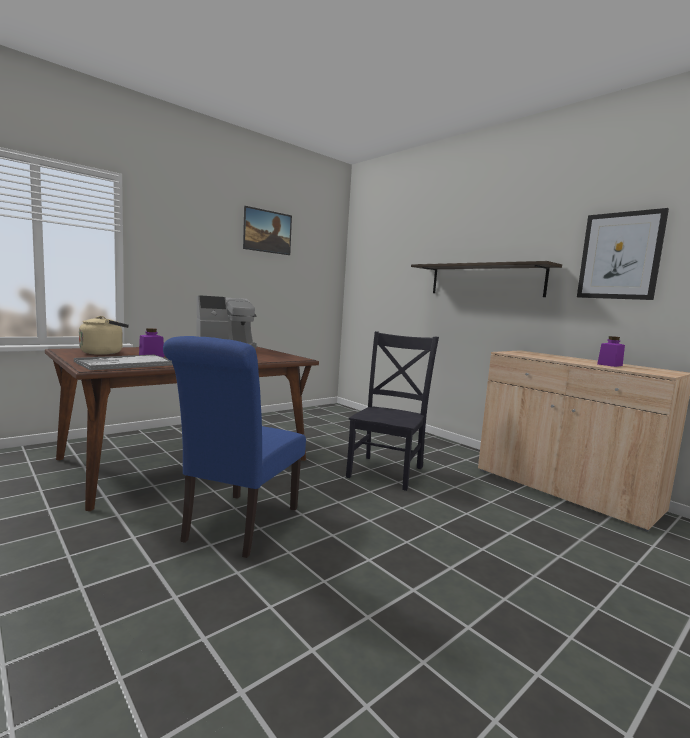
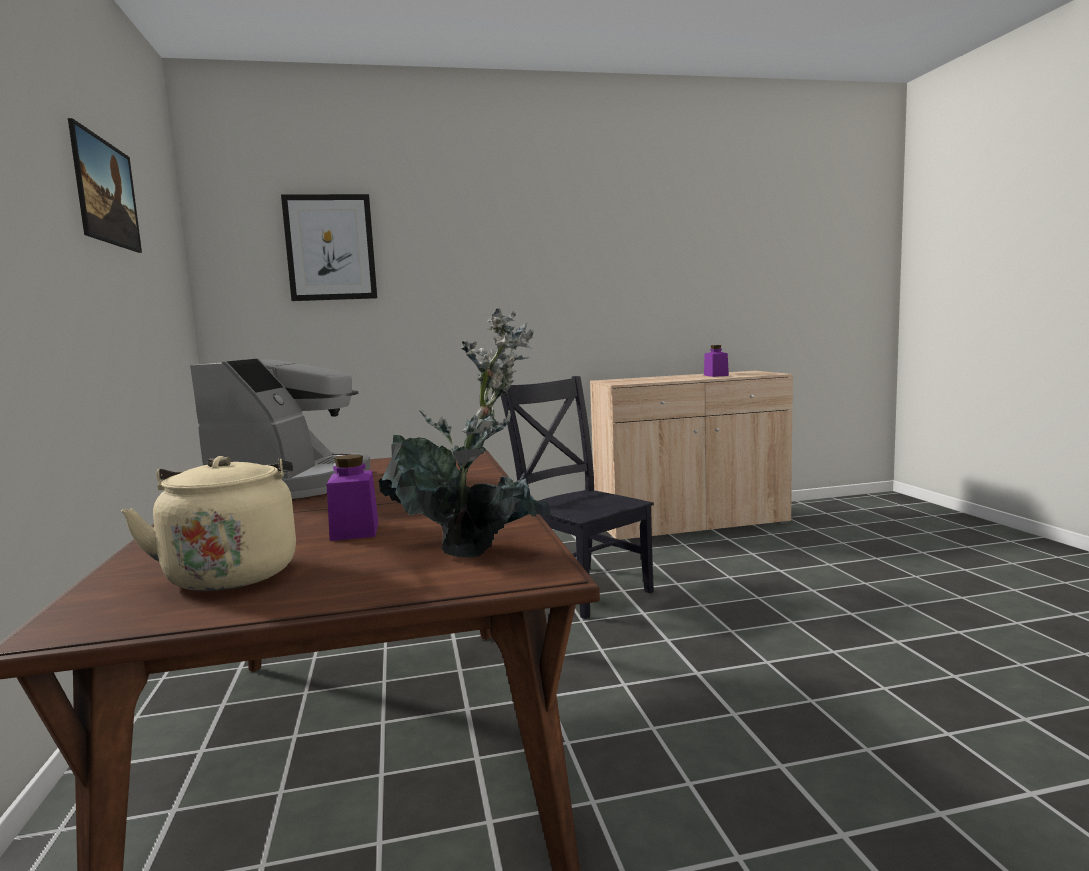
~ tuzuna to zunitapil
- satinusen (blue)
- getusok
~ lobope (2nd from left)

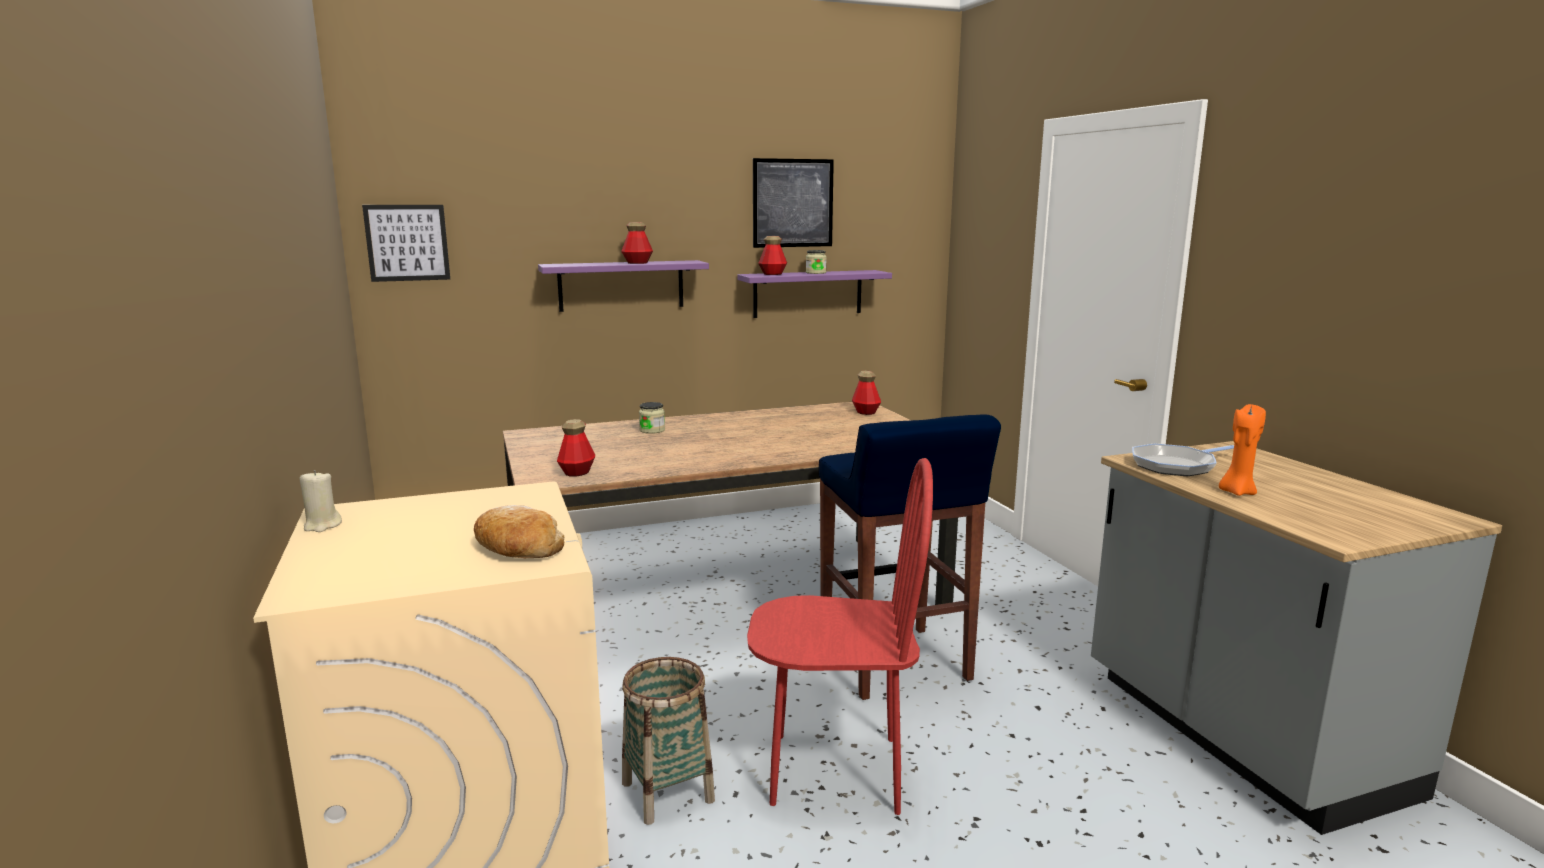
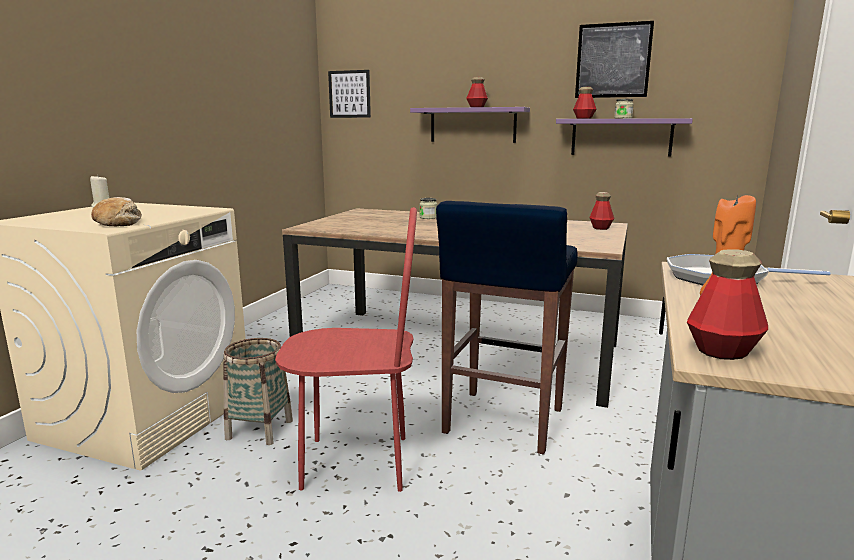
~ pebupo (1st from left in the first image) to pebupo (4th from left)
~ satinusen (red) 45 degrees counterclockwise

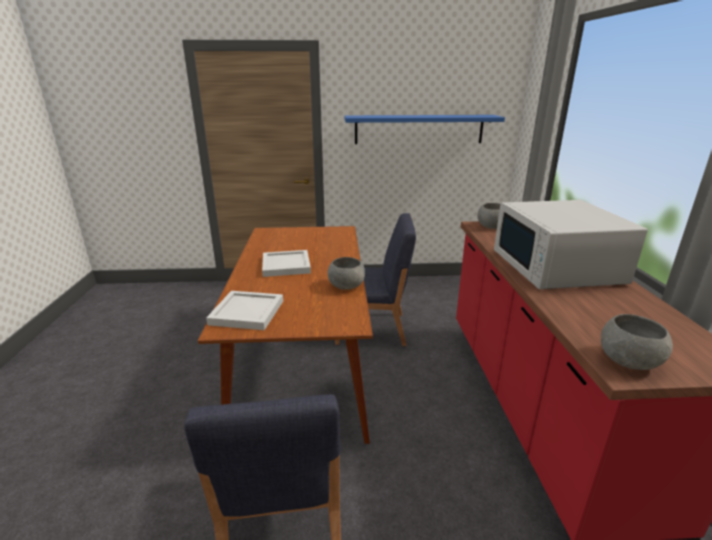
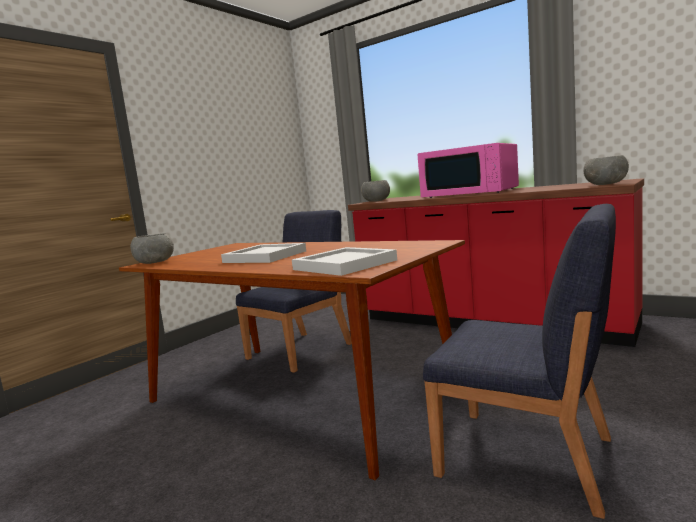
~ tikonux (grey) (1st from left)
- getusok (blue)
~ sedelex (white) to sedelex (pink)

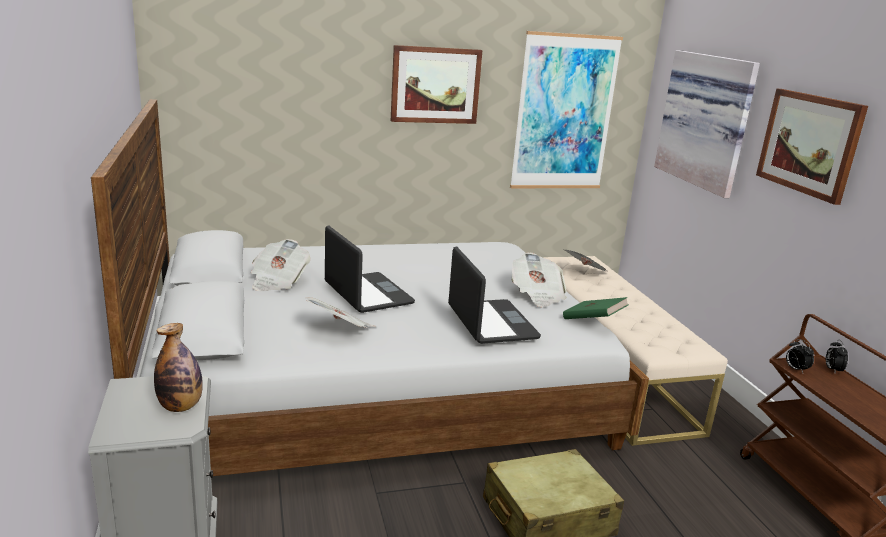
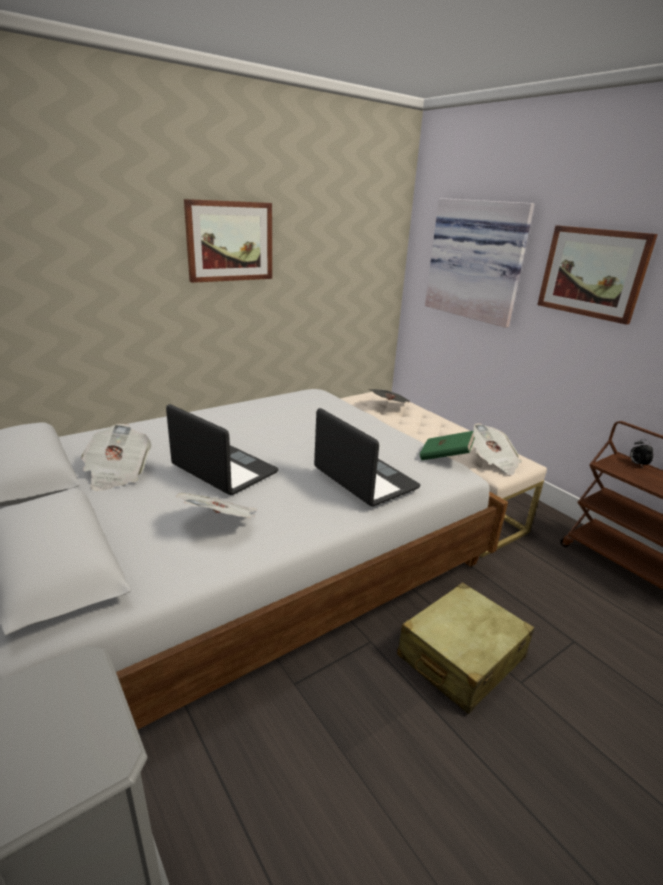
- pebupo
- lobope (2nd from left)
~ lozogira (3rd from left in the first image) to lozogira (4th from left)
- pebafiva (1st from left)

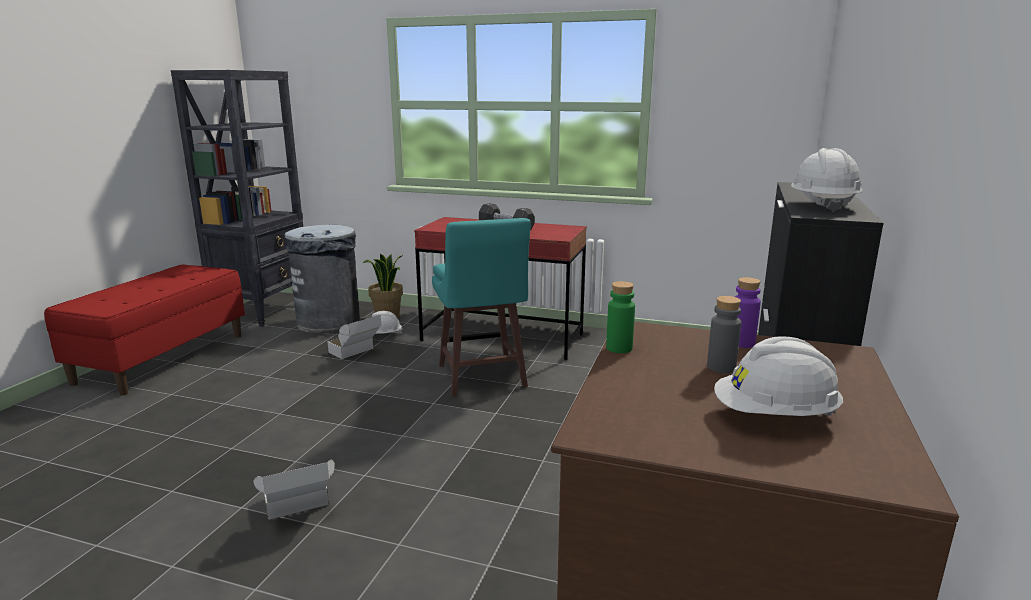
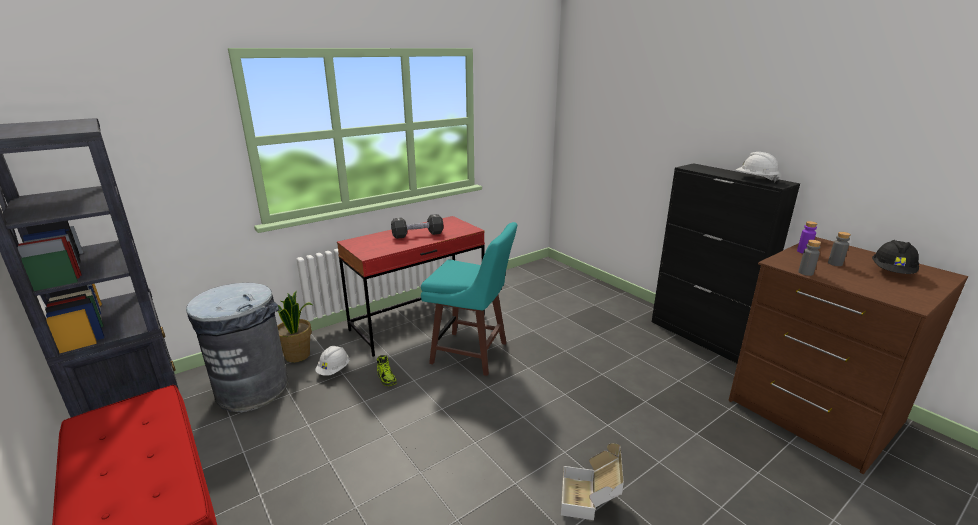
- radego (2nd from left)
~ pebupo (green) to pebupo (grey) (1st from left)
~ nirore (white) (2nd from left) to nirore (black)
+ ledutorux

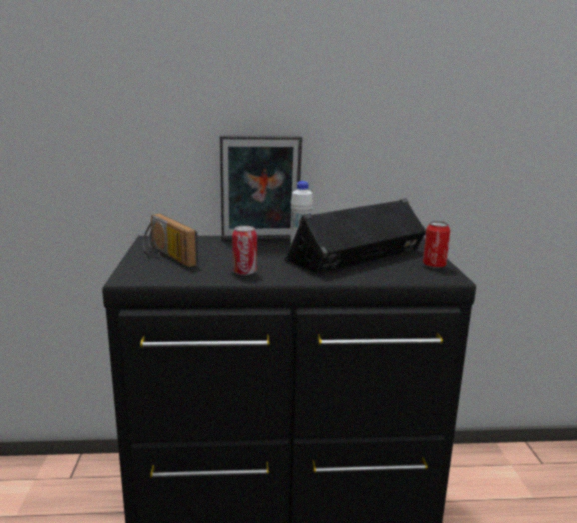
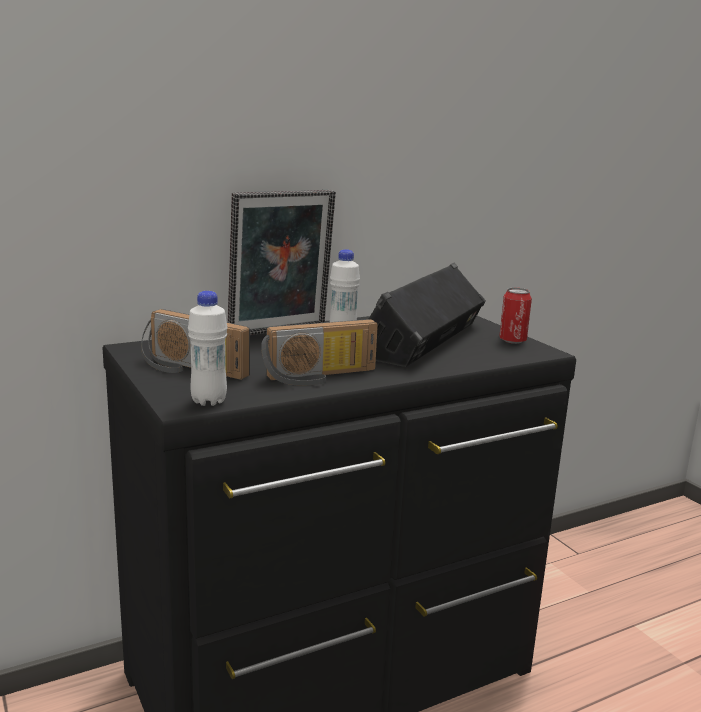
~ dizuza (1st from left) to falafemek (2nd from left)
+ pebupo (white) (1st from left)

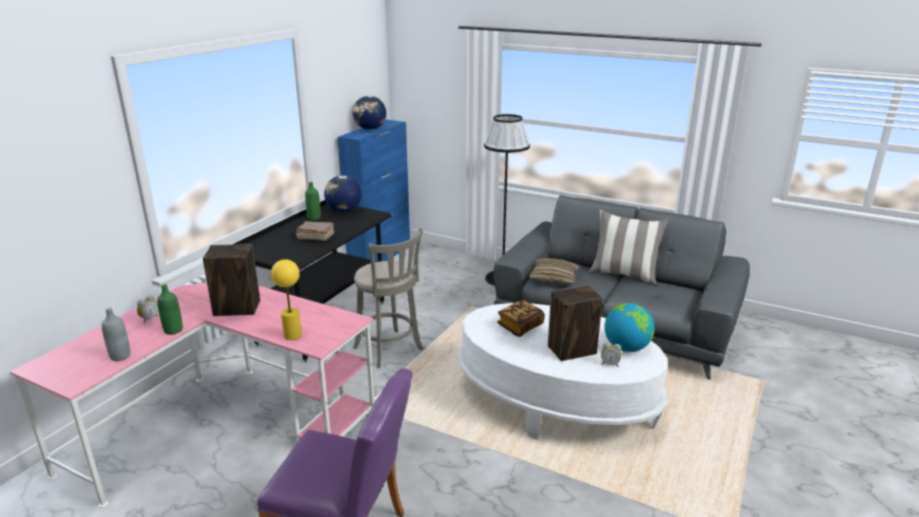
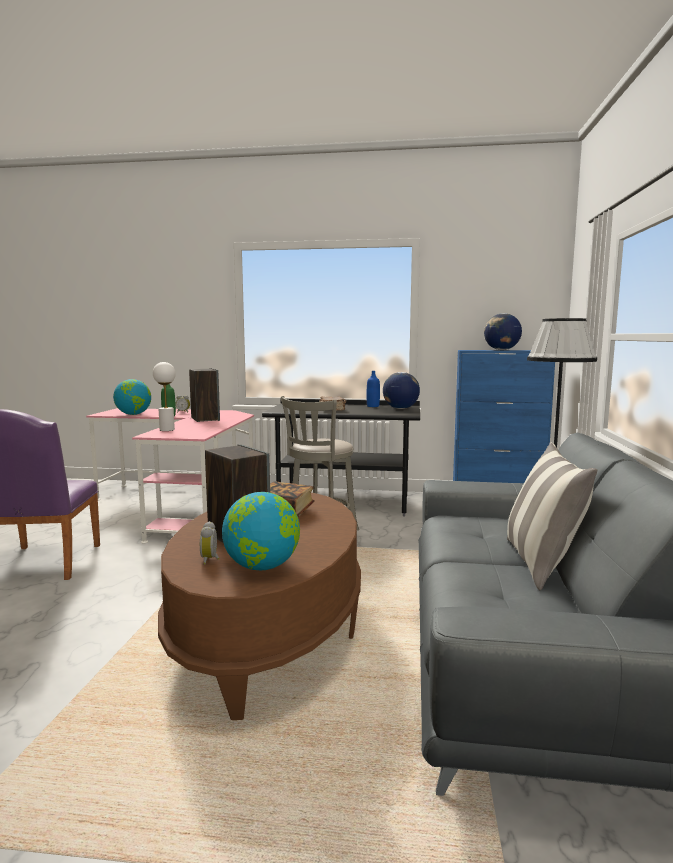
~ pebupo (grey) to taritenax (1st from left)
~ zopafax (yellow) to zopafax (white)
~ pebupo (green) (2nd from left) to pebupo (blue)
~ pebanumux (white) to pebanumux (brown)
- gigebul (1st from left)

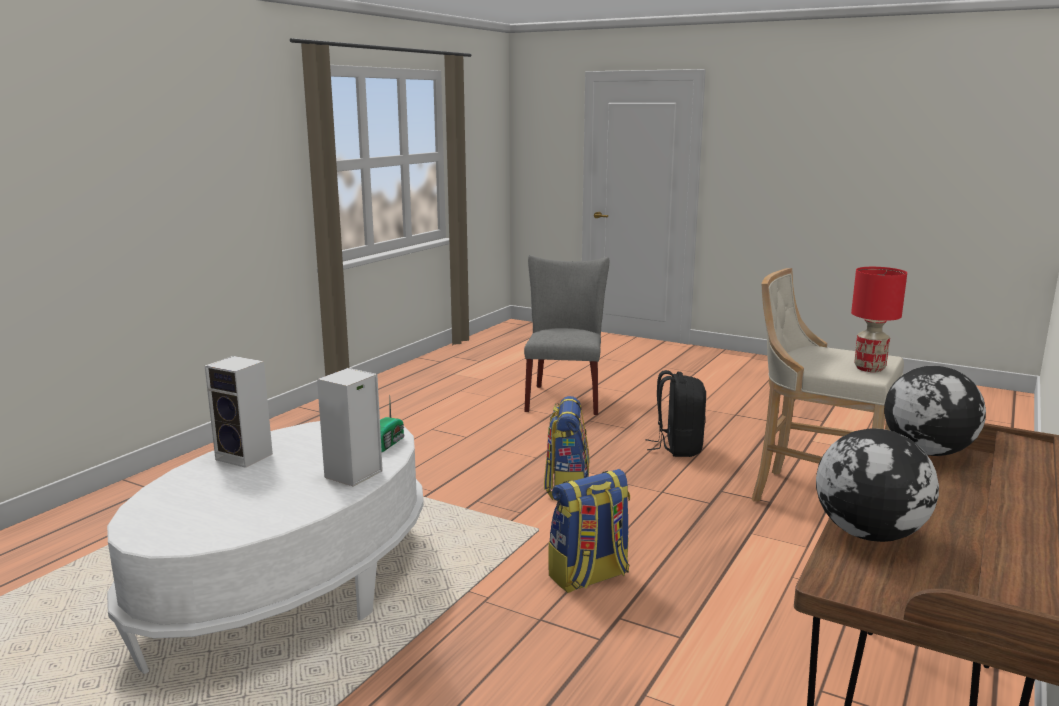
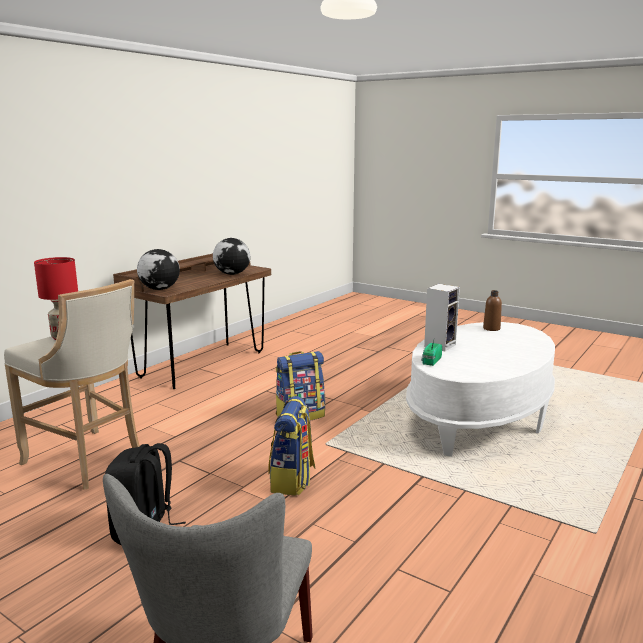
- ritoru (1st from left)
+ pebupo (brown)

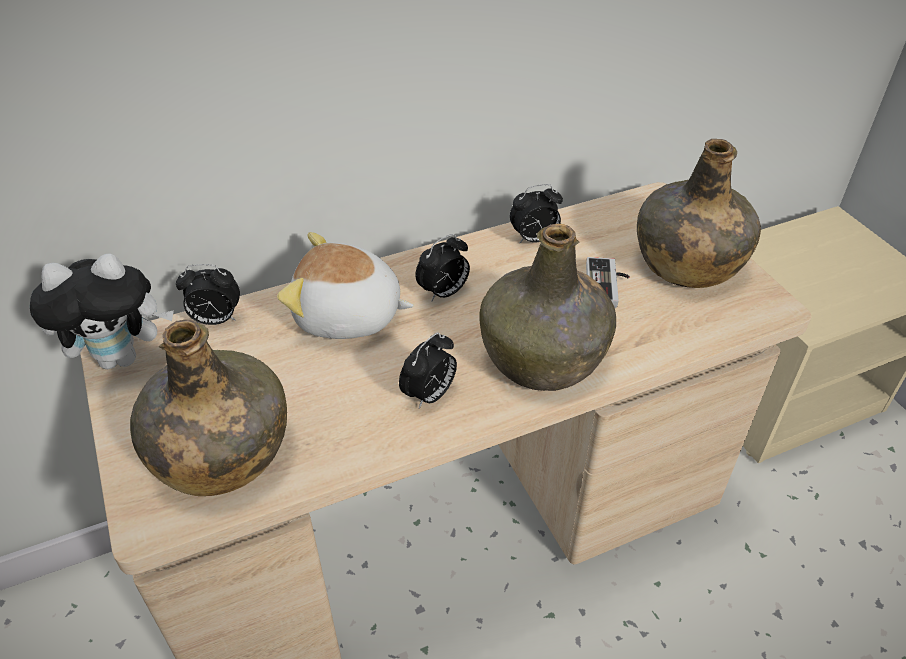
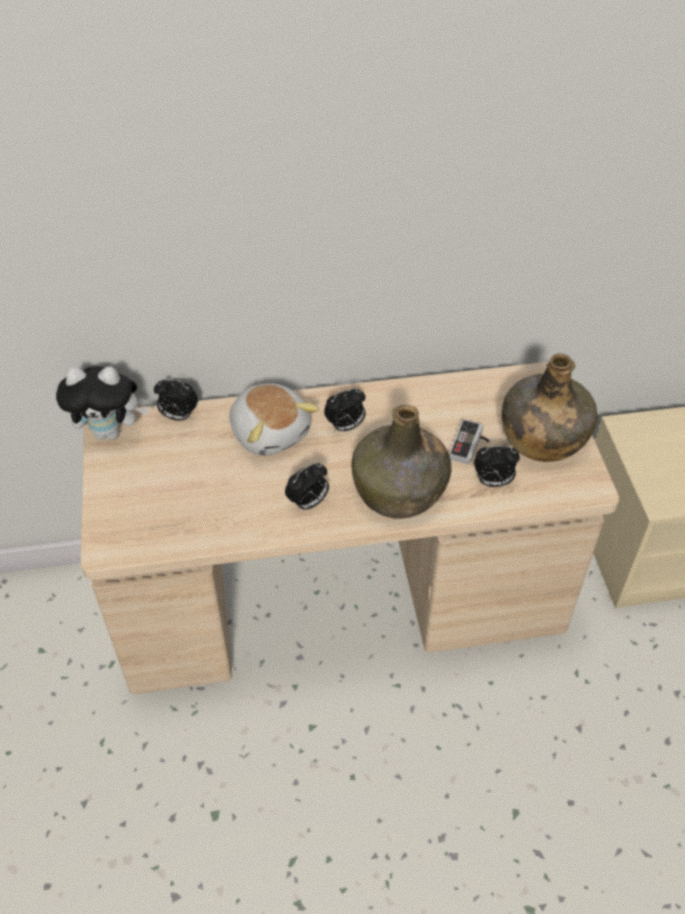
- pebupo (green) (1st from left)
~ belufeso (2nd from left) 150 degrees counterclockwise
~ pebafiva (4th from left)

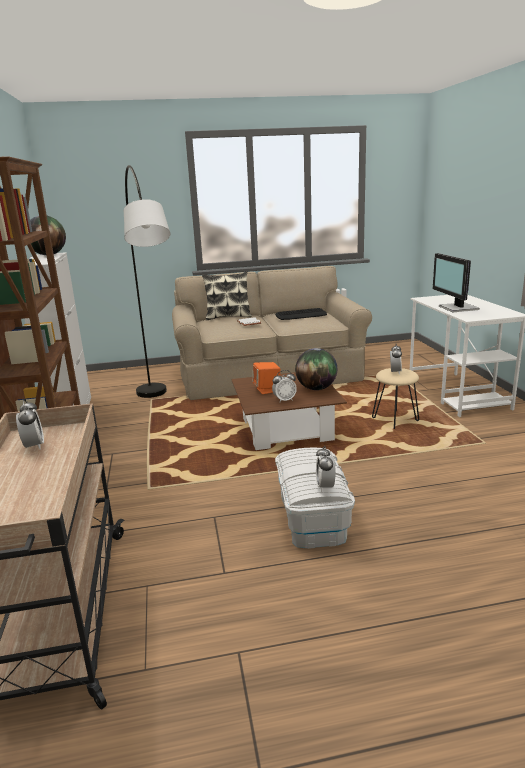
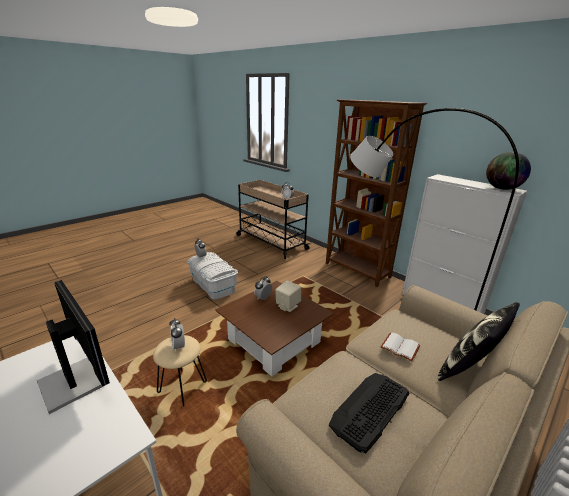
~ ritoru (orange) to ritoru (beige)
- taritenax (2nd from left)

